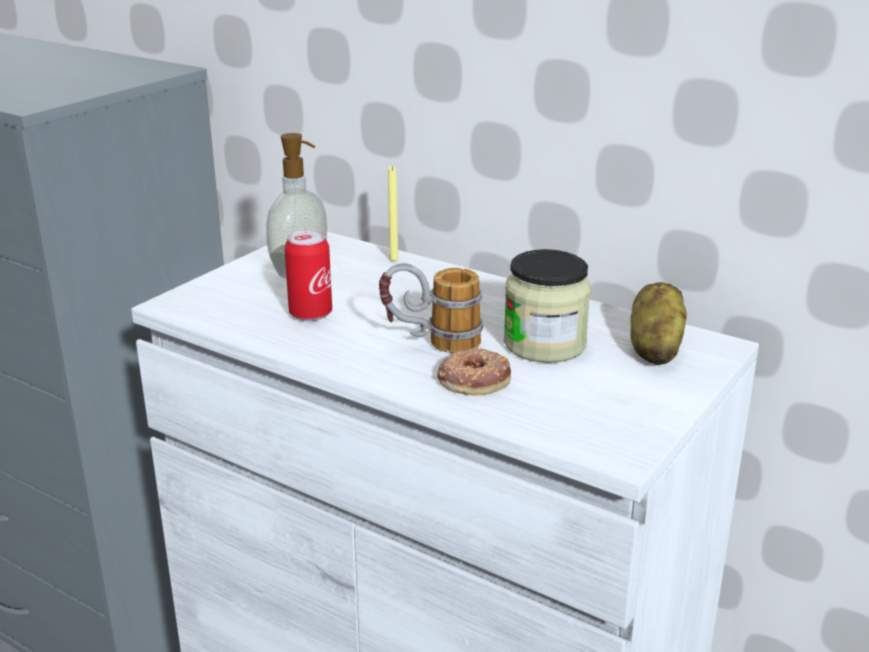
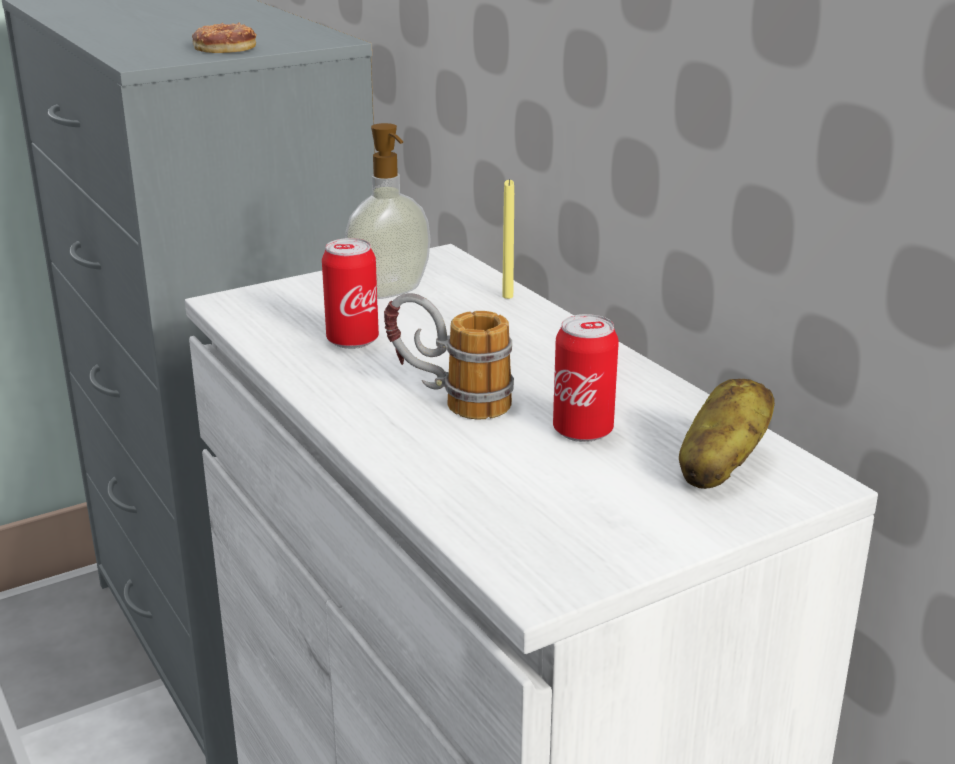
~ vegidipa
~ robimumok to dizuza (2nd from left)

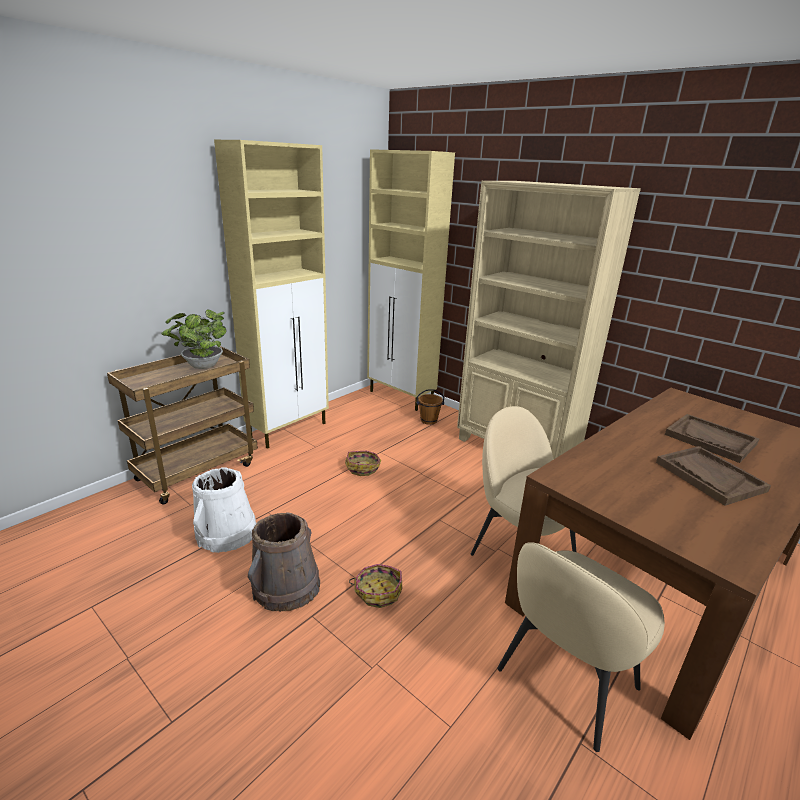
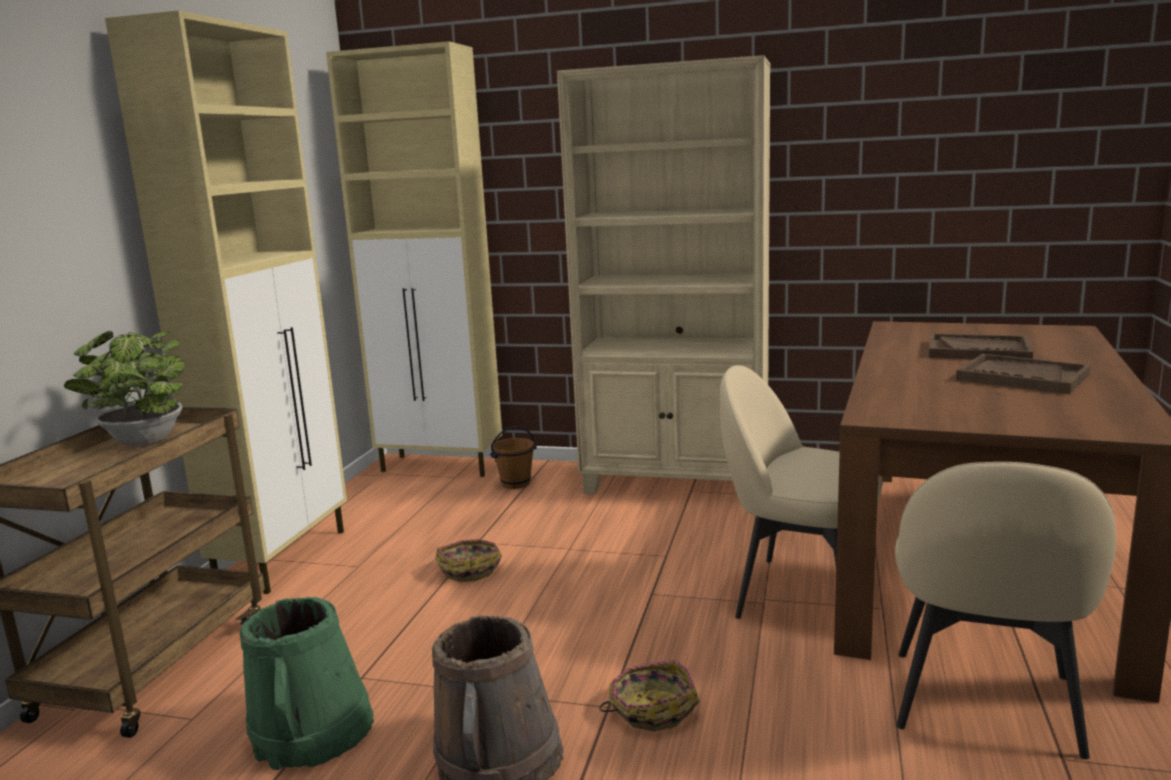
~ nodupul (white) to nodupul (green)

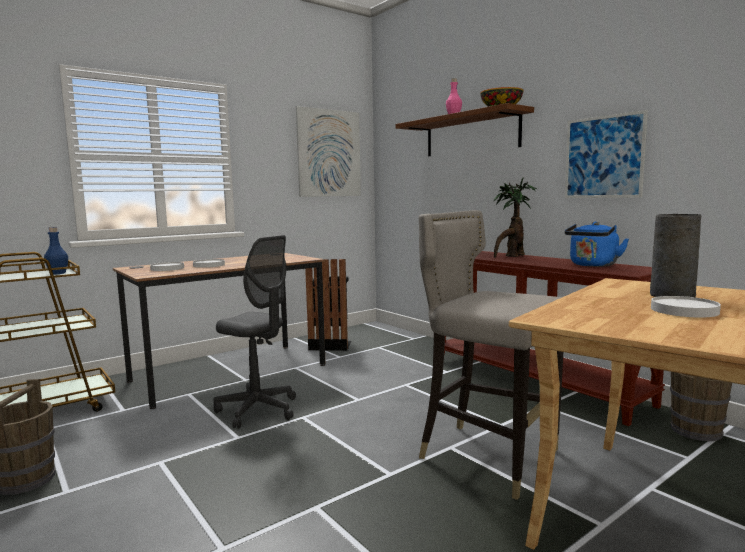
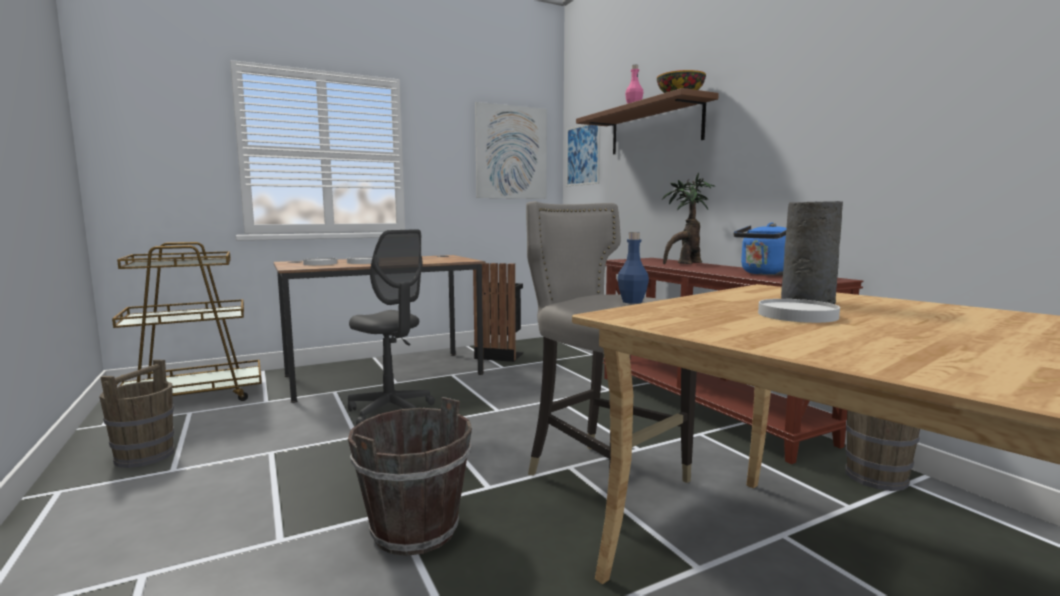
~ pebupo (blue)
~ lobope (2nd from left)
+ nodupul (brown) (2nd from left)

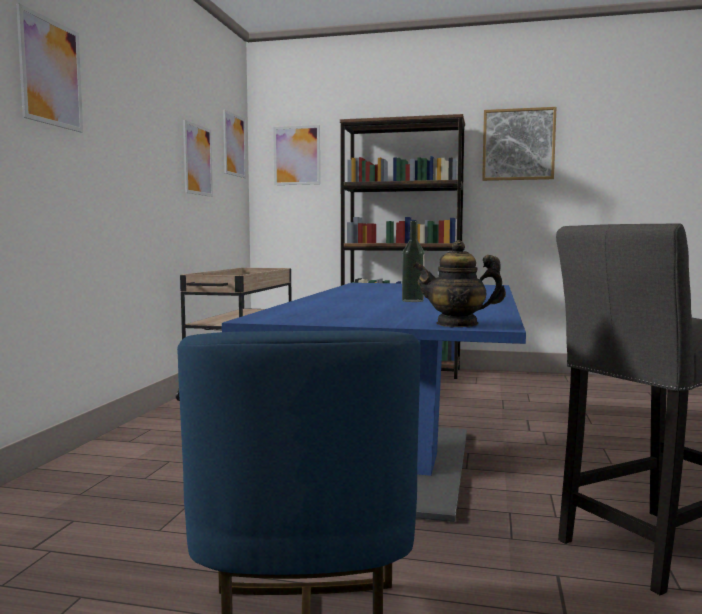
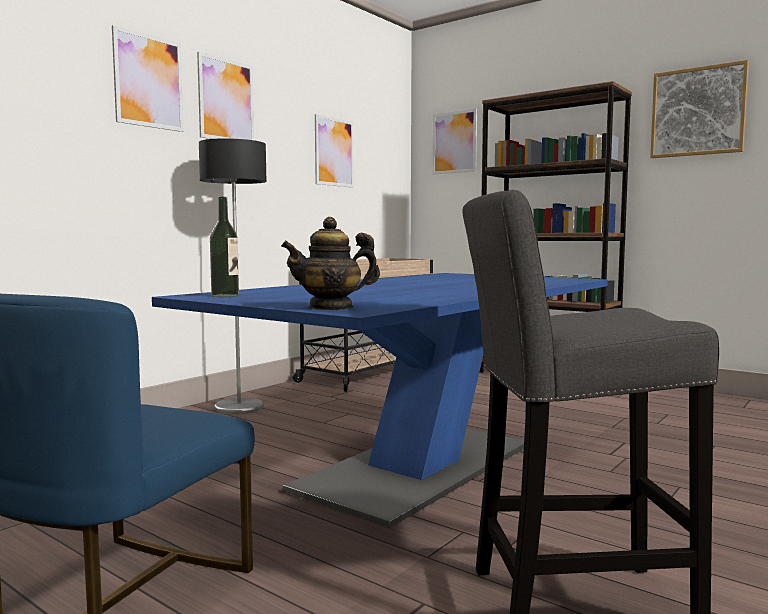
~ lobope (3rd from left in the first image) to lobope (2nd from left)
~ pebupo
~ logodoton 45 degrees counterclockwise
+ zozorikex

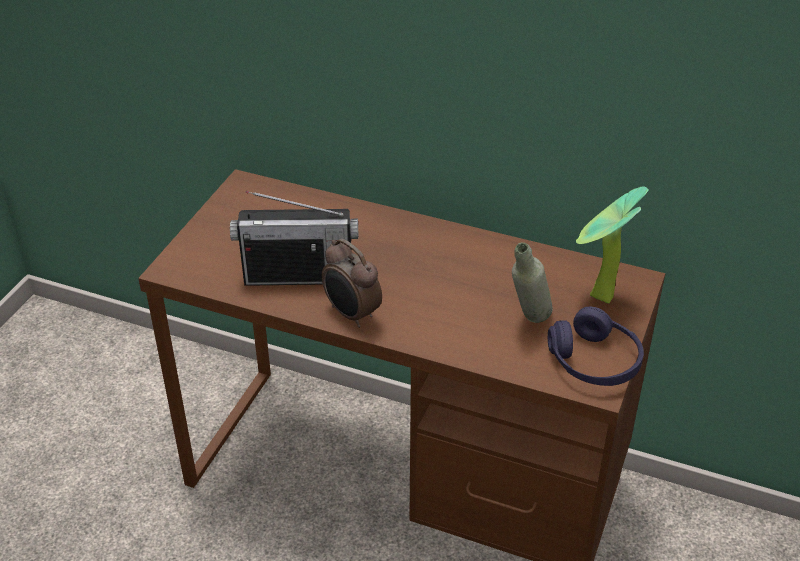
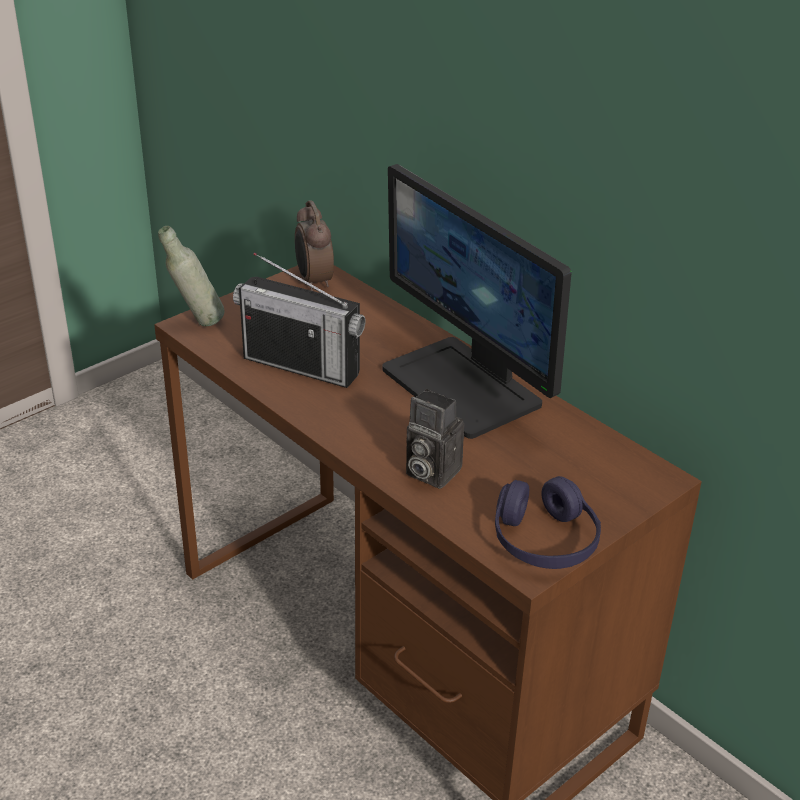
~ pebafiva
~ pebupo (grey)
- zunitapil
+ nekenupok
+ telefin

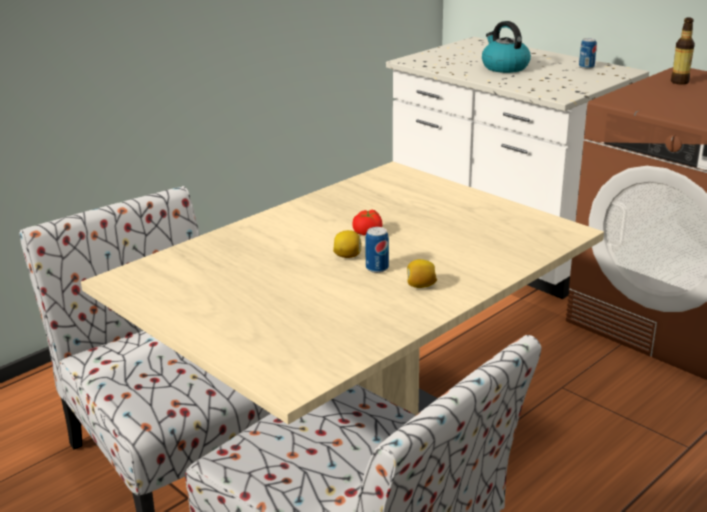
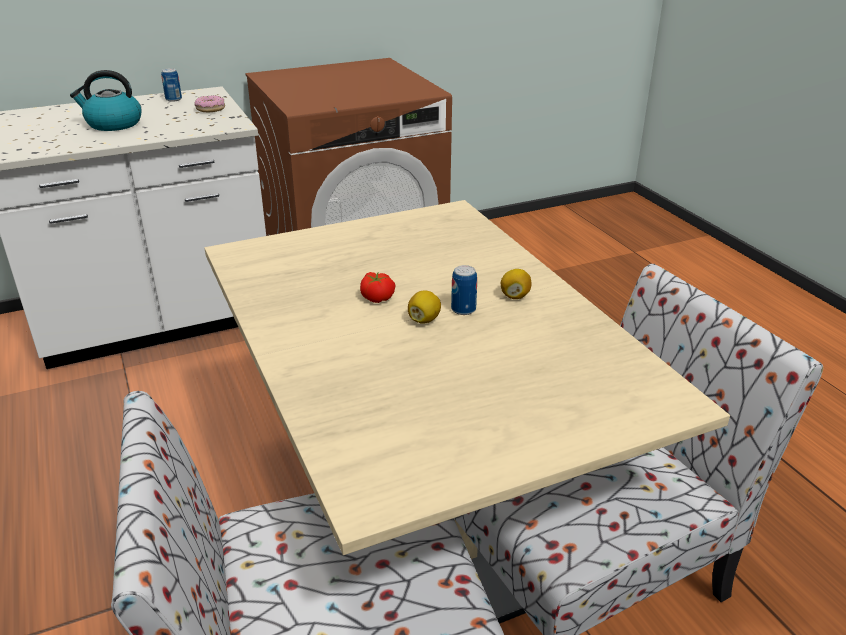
- pebupo
+ vegidipa

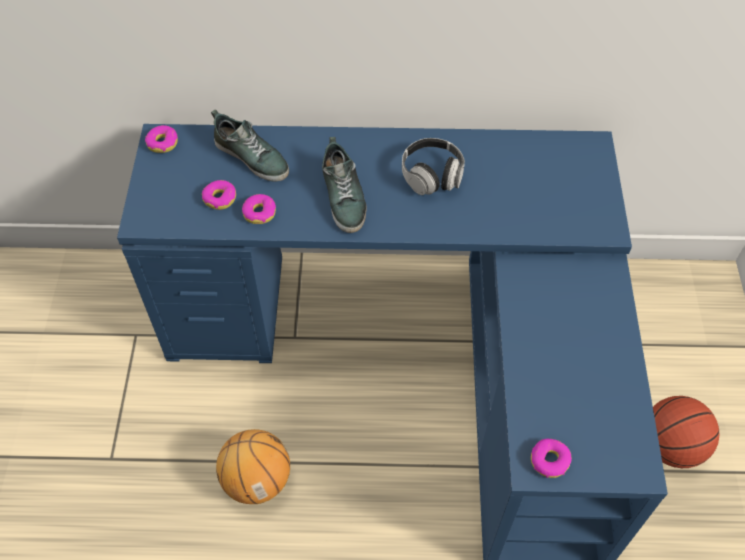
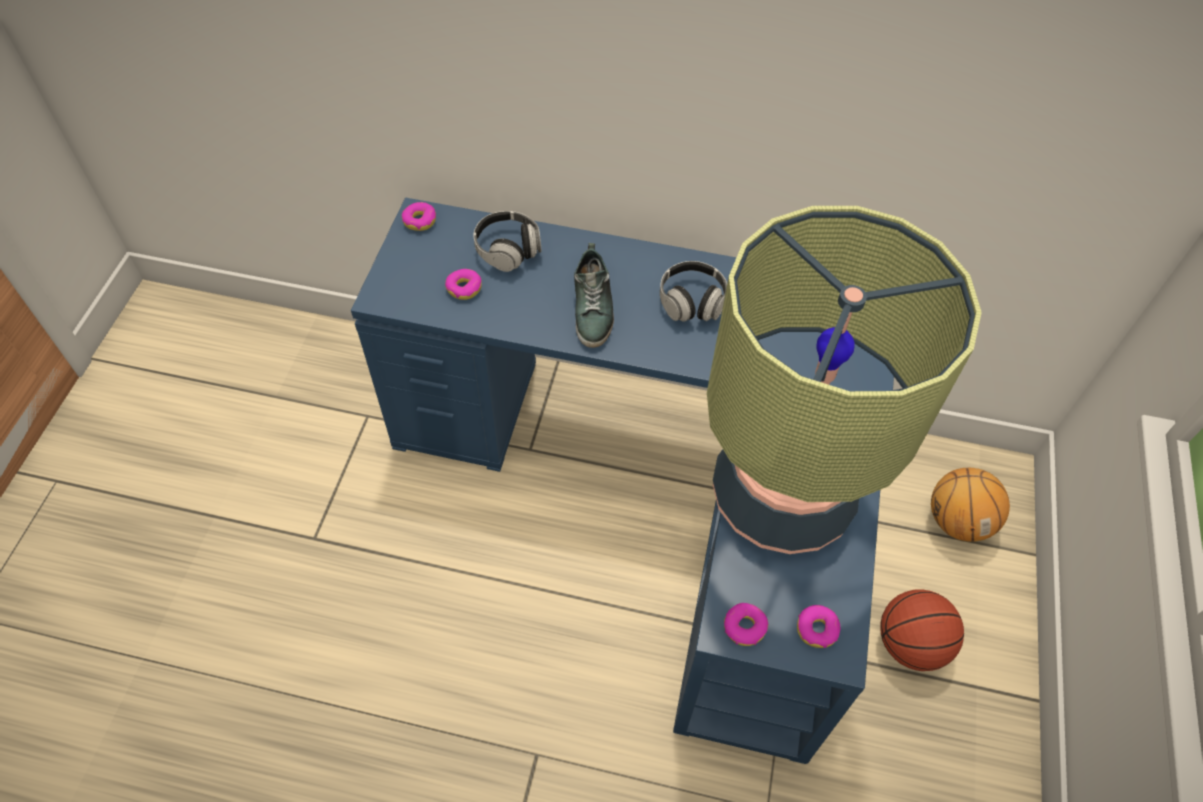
~ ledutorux (1st from left) to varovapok (1st from left)
~ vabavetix (1st from left in the first image) to vabavetix (2nd from left)
~ vegidipa (3rd from left in the first image) to vegidipa (4th from left)
+ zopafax

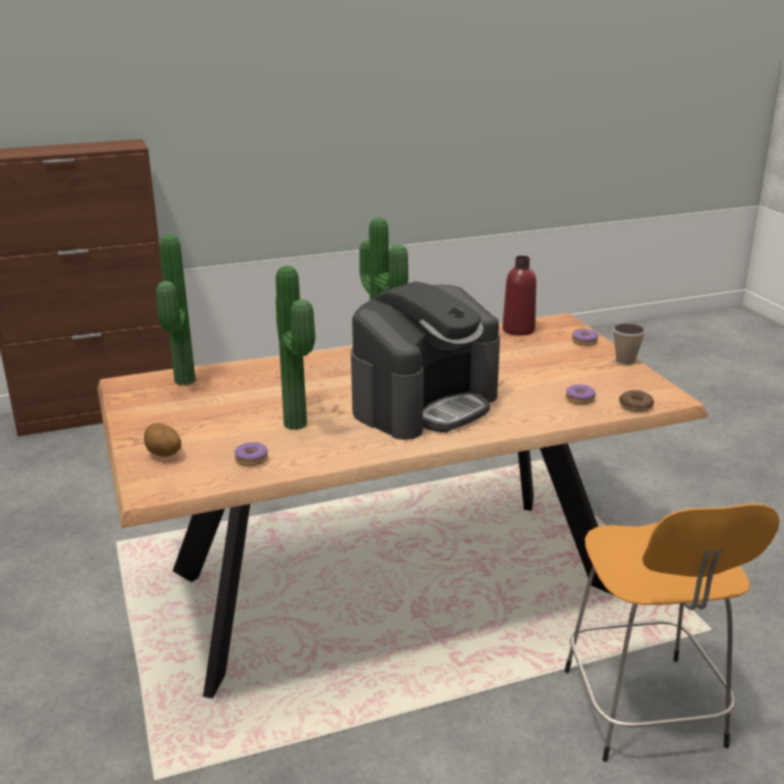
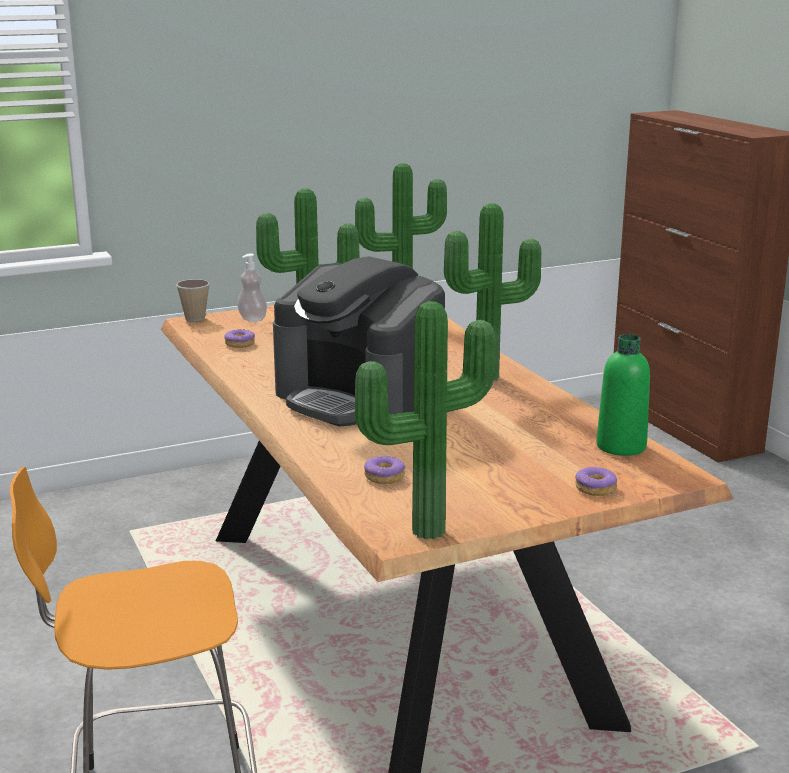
~ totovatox to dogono
~ pebupo (red) to pebupo (green)
~ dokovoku
- vegidipa (4th from left)
+ zunitapil (3rd from left)

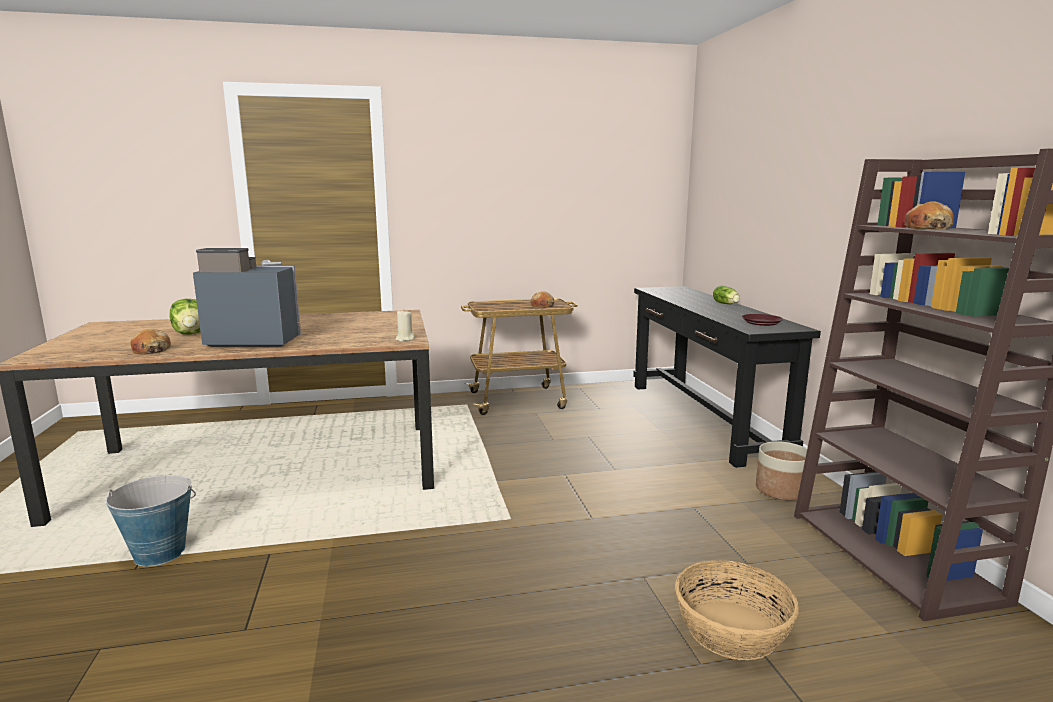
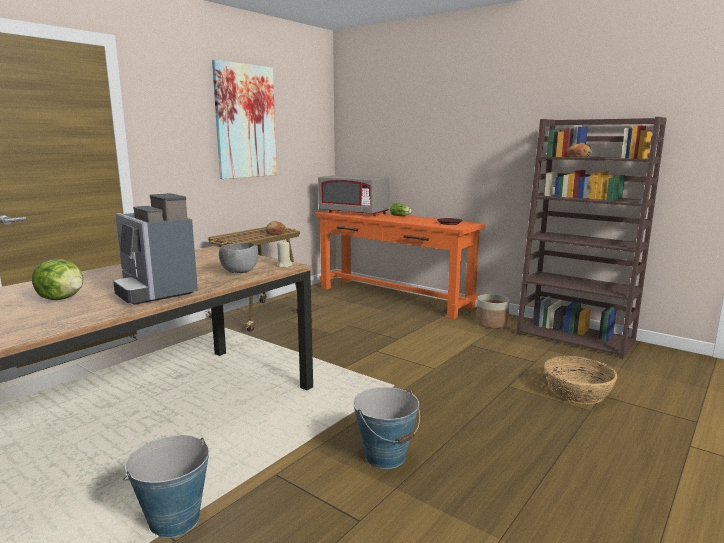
- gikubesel (1st from left)
~ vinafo 90 degrees counterclockwise
~ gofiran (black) to gofiran (orange)
+ lobope
+ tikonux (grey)
+ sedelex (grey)
+ nodupul (2nd from left)

